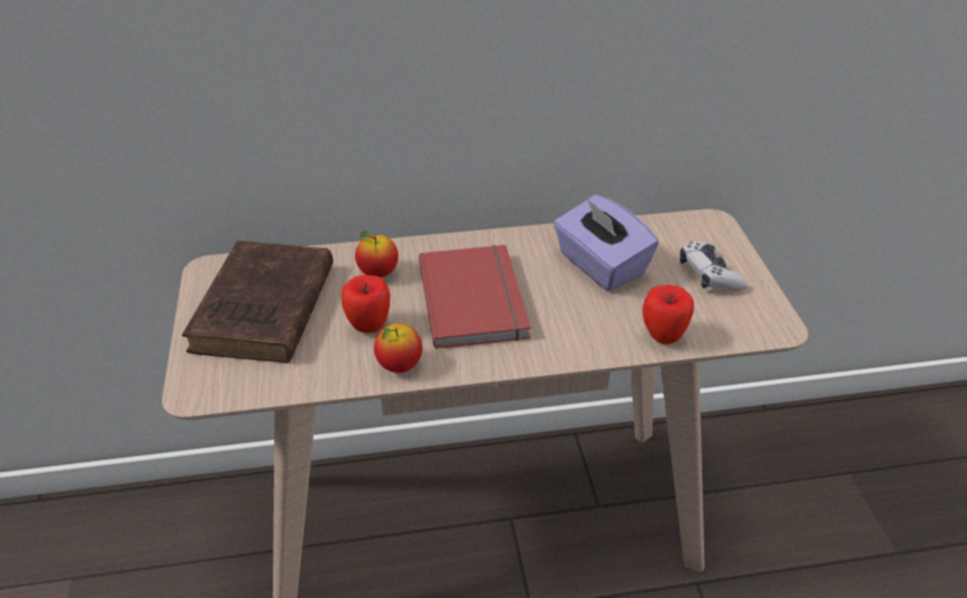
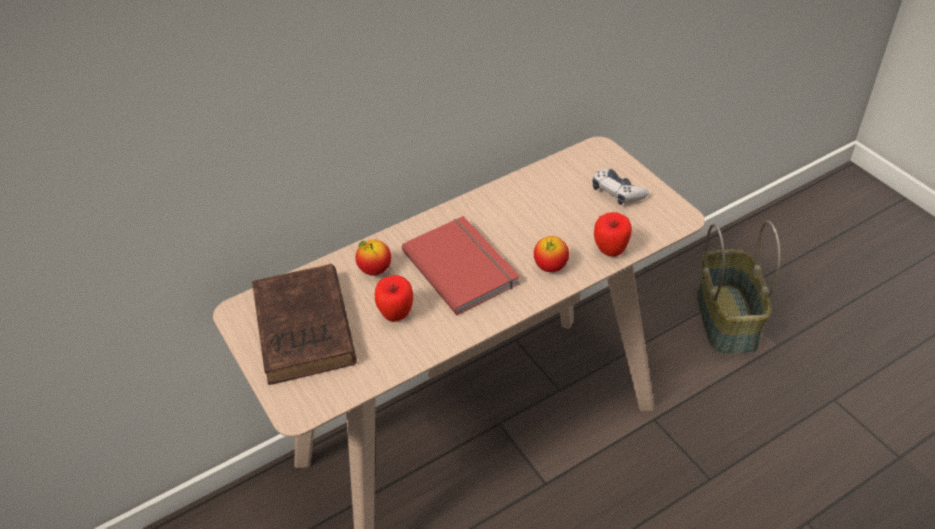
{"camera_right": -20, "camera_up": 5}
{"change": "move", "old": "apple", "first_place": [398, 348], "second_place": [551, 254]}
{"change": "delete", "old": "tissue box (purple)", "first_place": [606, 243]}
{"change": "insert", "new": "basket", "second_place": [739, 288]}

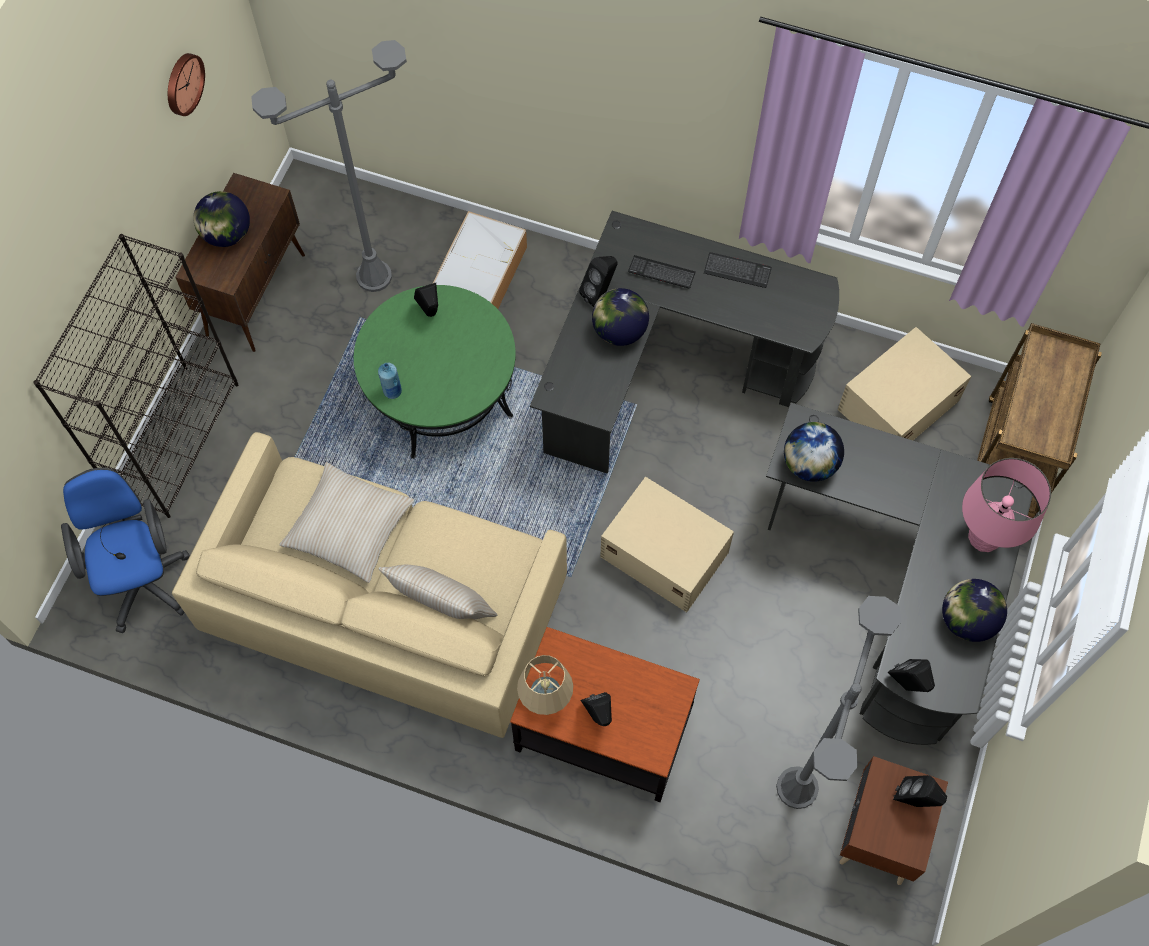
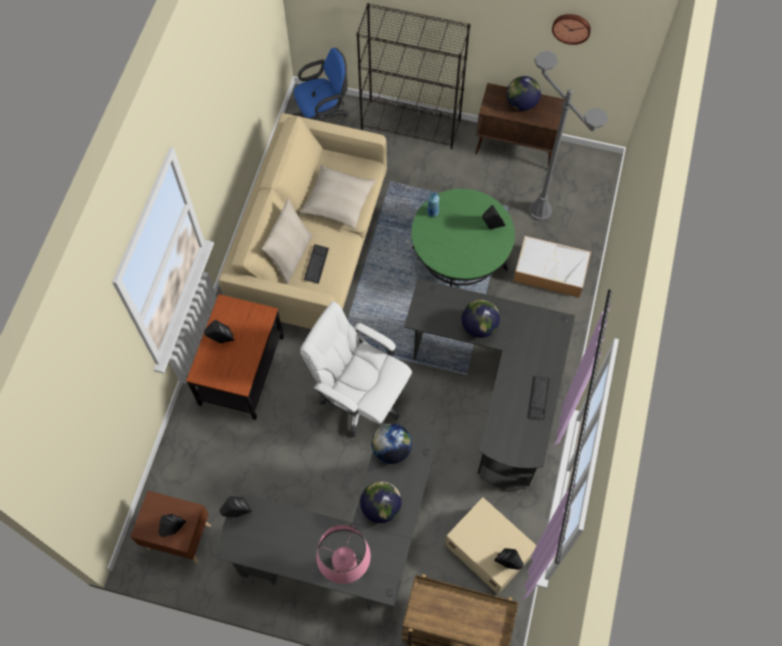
{"camera_right": 85, "camera_up": 0}
{"change": "delete", "old": "table lamp (beige)", "first_place": [545, 685]}
{"change": "move", "old": "speaker (black)", "first_place": [598, 281], "second_place": [509, 559]}
{"change": "replace", "old": "storage box (beige)", "new": "office chair (white)", "first_place": [667, 544], "second_place": [356, 369]}
{"change": "move", "old": "keyboard", "first_place": [662, 271], "second_place": [316, 264]}
{"change": "delete", "old": "floor lamp (grey)", "first_place": [838, 702]}
{"change": "move", "old": "globe", "first_place": [974, 610], "second_place": [381, 502]}

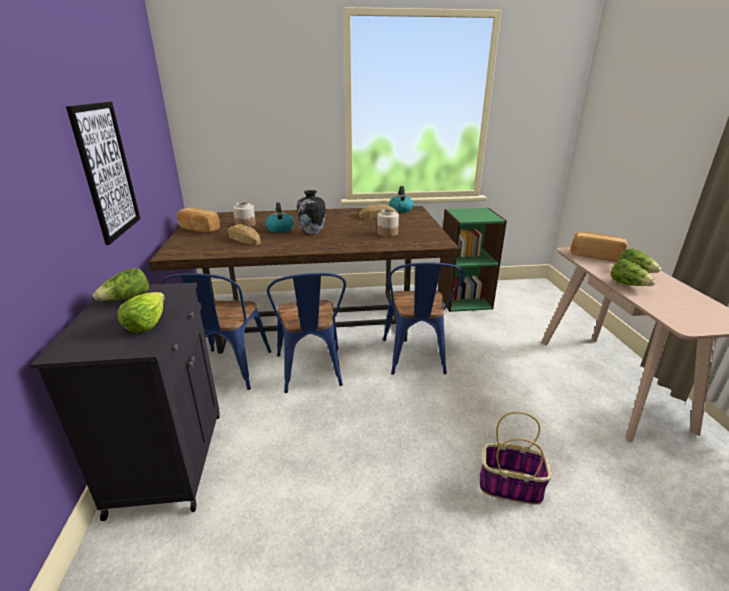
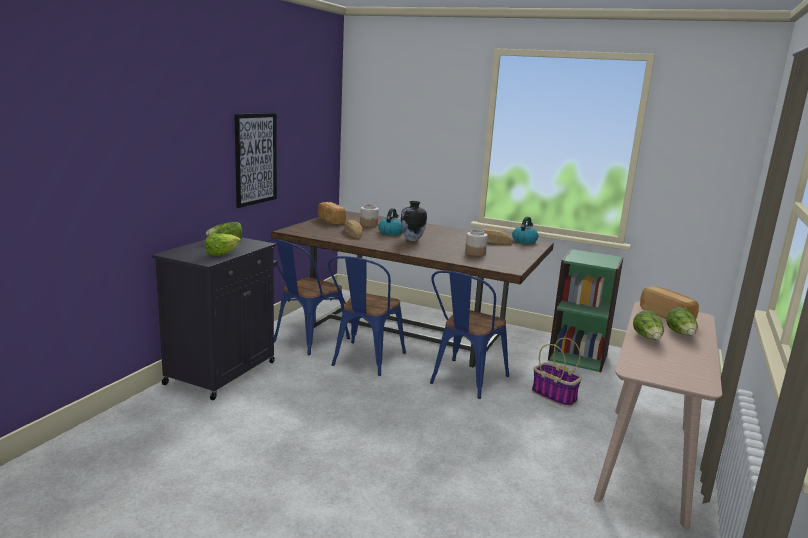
{"camera_right": 30, "camera_up": -10}
{"change": "move", "old": "basket", "first_place": [516, 458], "second_place": [557, 372]}

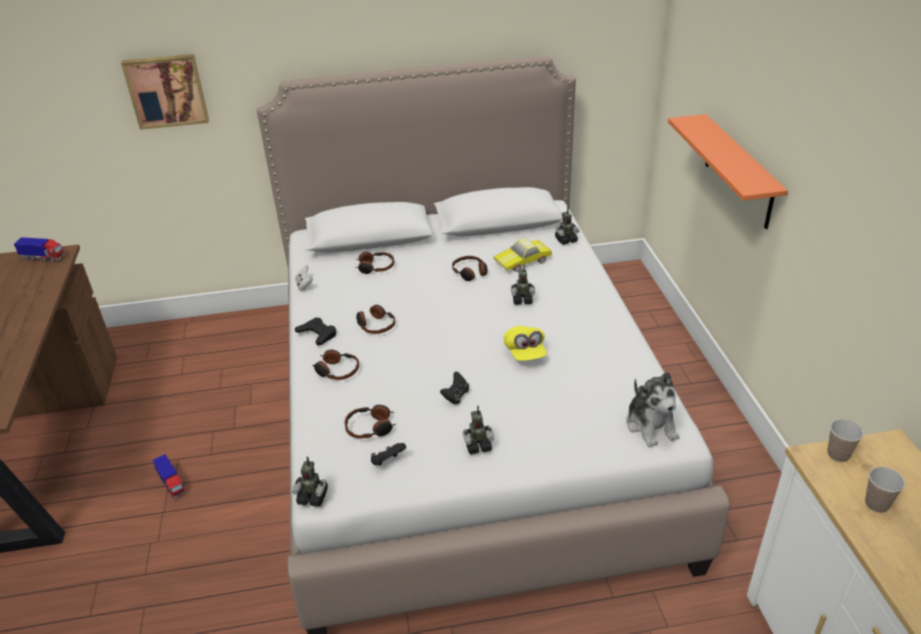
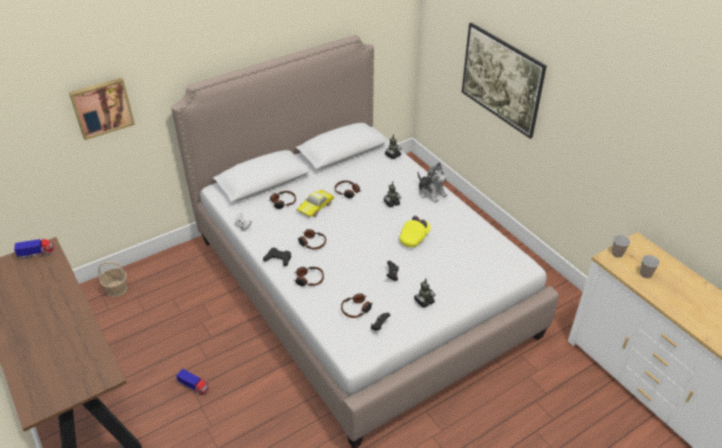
{"camera_right": -25, "camera_up": 5}
{"change": "delete", "old": "toy robot", "first_place": [310, 481]}
{"change": "move", "old": "toy car", "first_place": [522, 255], "second_place": [315, 203]}
{"change": "rotate", "old": "cap (yellow)", "first_place": [525, 343], "second_place": [415, 231], "degrees": -105}
{"change": "move", "old": "plush toy", "first_place": [652, 409], "second_place": [433, 182]}
{"change": "replace", "old": "shelf (orange)", "new": "picture", "first_place": [728, 171], "second_place": [504, 81]}
{"change": "insert", "new": "basket", "second_place": [113, 279]}

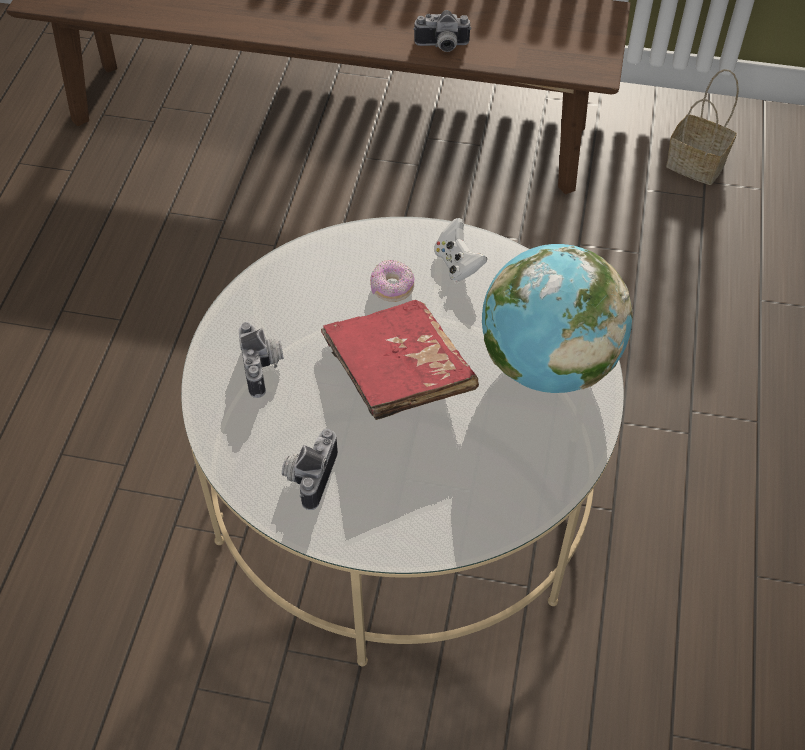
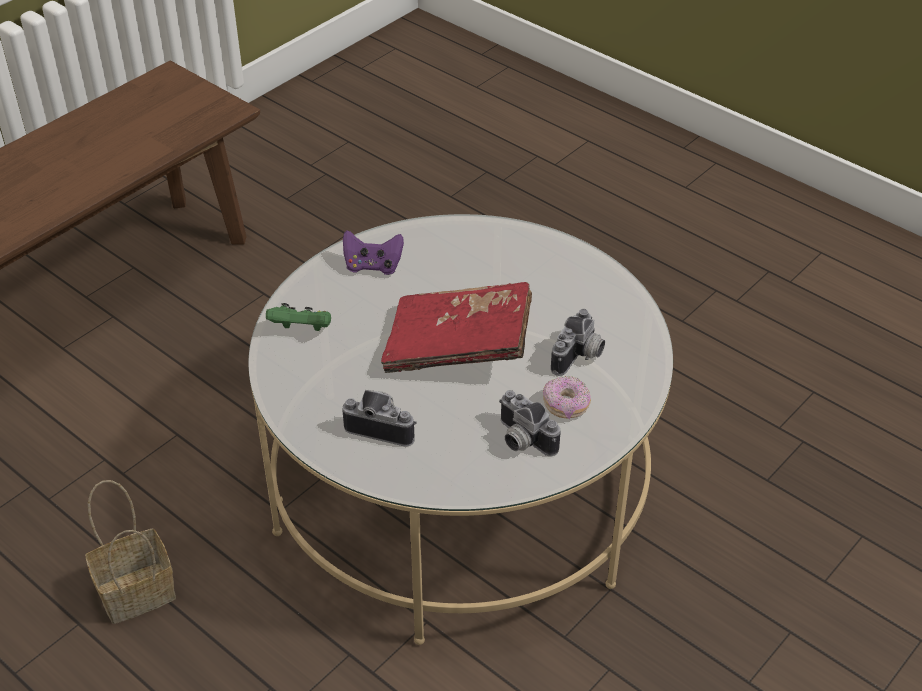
{"camera_right": -60, "camera_up": -10}
{"change": "move", "old": "donut", "first_place": [392, 281], "second_place": [567, 397]}
{"change": "move", "old": "photo camera", "first_place": [443, 31], "second_place": [578, 342]}
{"change": "recolor", "old": "game controller (white)", "new": "game controller (purple)", "first_place": [460, 250], "second_place": [373, 252]}
{"change": "delete", "old": "globe", "first_place": [557, 318]}
{"change": "move", "old": "basket", "first_place": [702, 127], "second_place": [130, 552]}
{"change": "insert", "new": "game controller (green)", "second_place": [298, 317]}

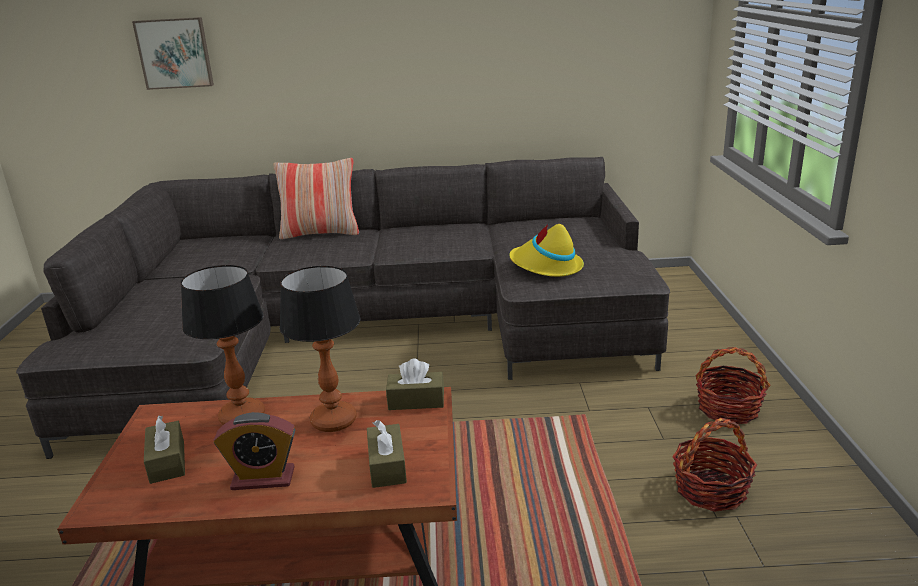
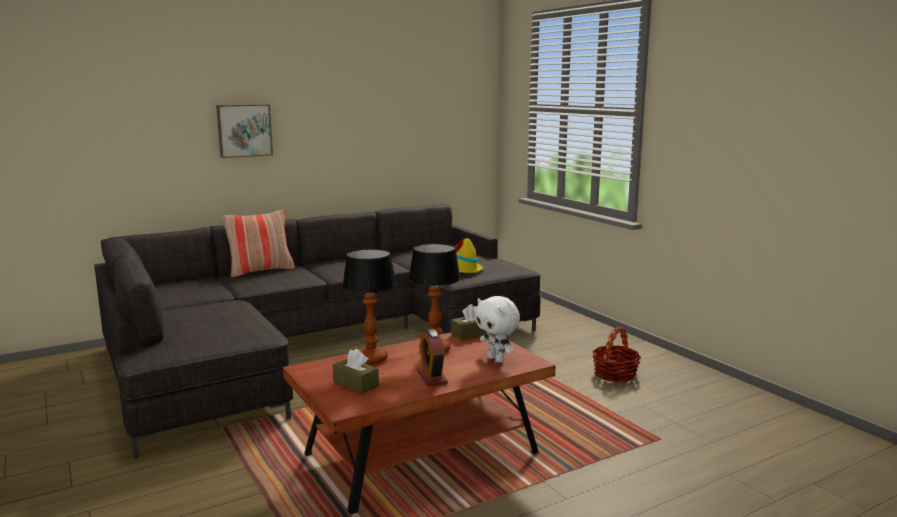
{"camera_right": -30, "camera_up": -10}
{"change": "move", "old": "picture", "first_place": [173, 53], "second_place": [244, 131]}
{"change": "rotate", "old": "alarm clock", "first_place": [254, 451], "second_place": [432, 357], "degrees": 105}
{"change": "replace", "old": "tissue box (brown)", "new": "plush toy (white)", "first_place": [387, 454], "second_place": [497, 329]}
{"change": "delete", "old": "basket", "first_place": [732, 385]}

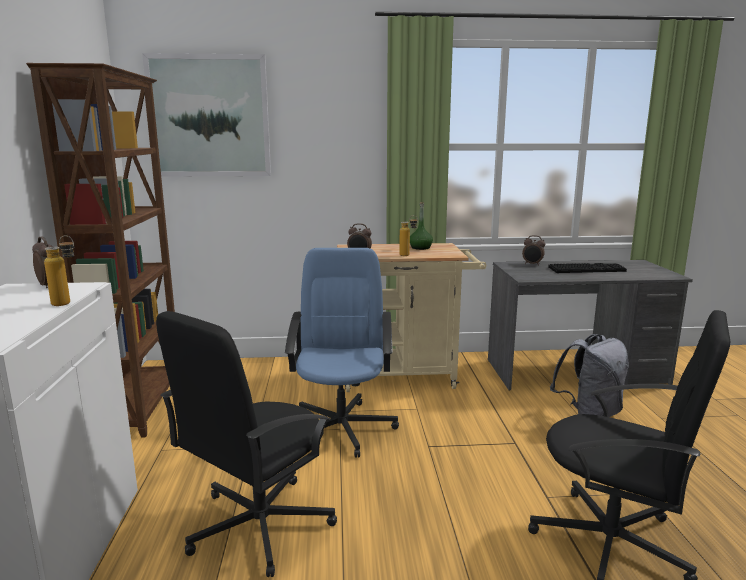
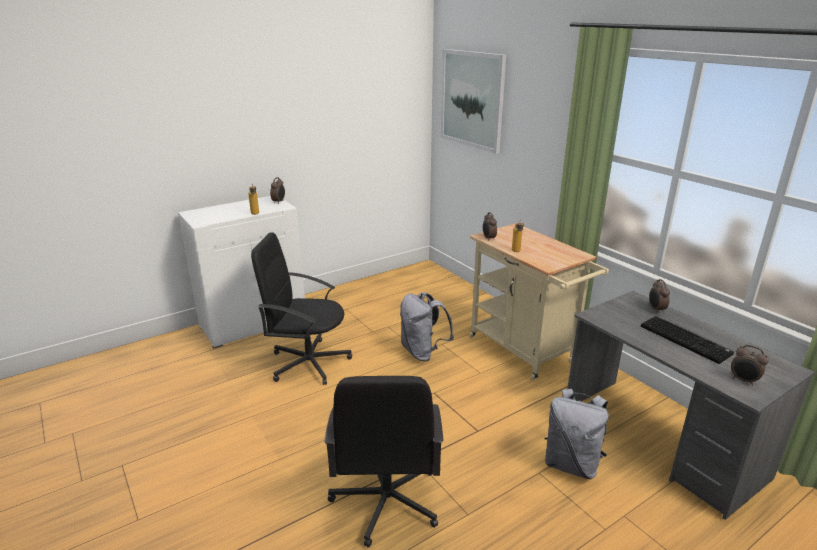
{"camera_right": 60, "camera_up": 10}
{"change": "delete", "old": "bookcase (brown)", "first_place": [100, 250]}
{"change": "replace", "old": "office chair (blue)", "new": "backpack (grey)", "first_place": [342, 353], "second_place": [427, 326]}
{"change": "delete", "old": "bottle (green)", "first_place": [421, 226]}
{"change": "insert", "new": "alarm clock", "second_place": [750, 365]}

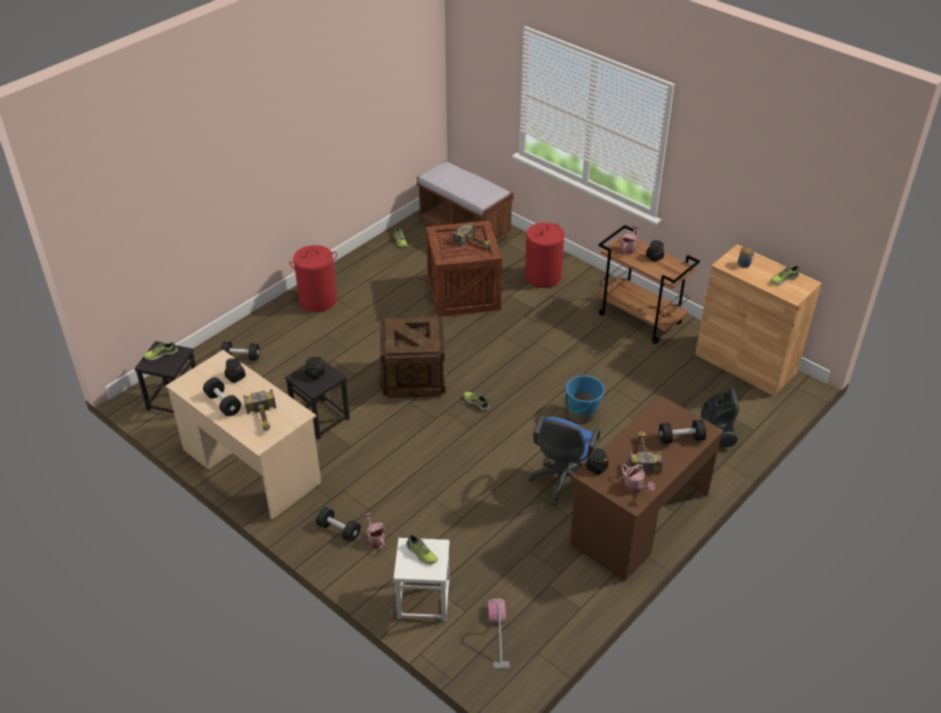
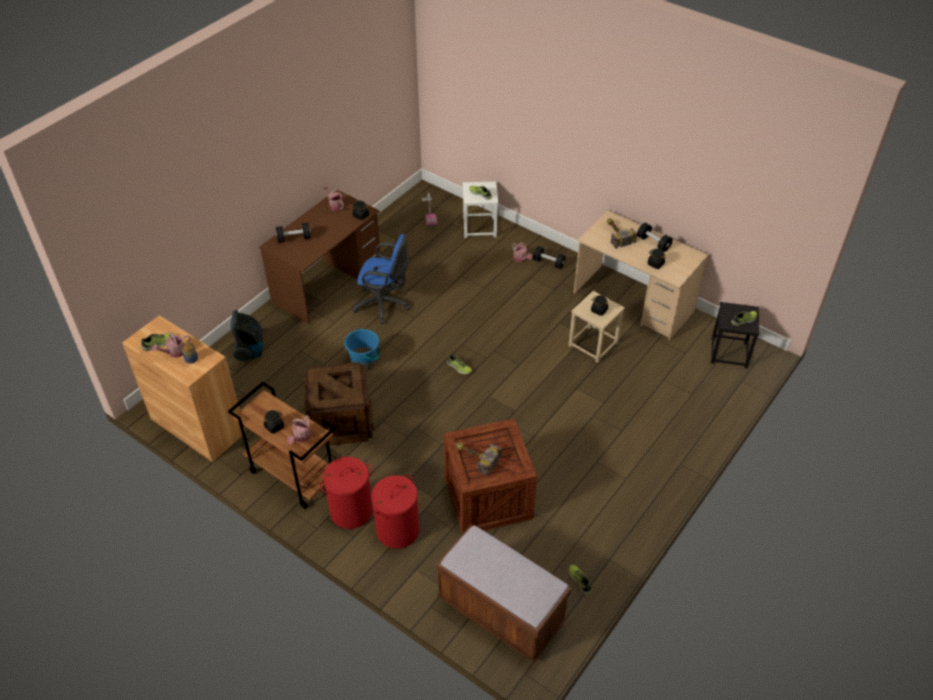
{"camera_right": 175, "camera_up": 5}
{"change": "delete", "old": "dumbbell (black)", "first_place": [240, 351]}
{"change": "recolor", "old": "stool (black)", "new": "stool (beige)", "first_place": [317, 398], "second_place": [597, 327]}
{"change": "move", "old": "laundry basket (red)", "first_place": [313, 278], "second_place": [346, 493]}
{"change": "move", "old": "crate", "first_place": [413, 356], "second_place": [339, 404]}
{"change": "rotate", "old": "office chair (blue)", "first_place": [564, 460], "second_place": [381, 279], "degrees": 90}
{"change": "delete", "old": "hammer", "first_place": [645, 452]}
{"change": "insert", "new": "watering can", "second_place": [171, 345]}

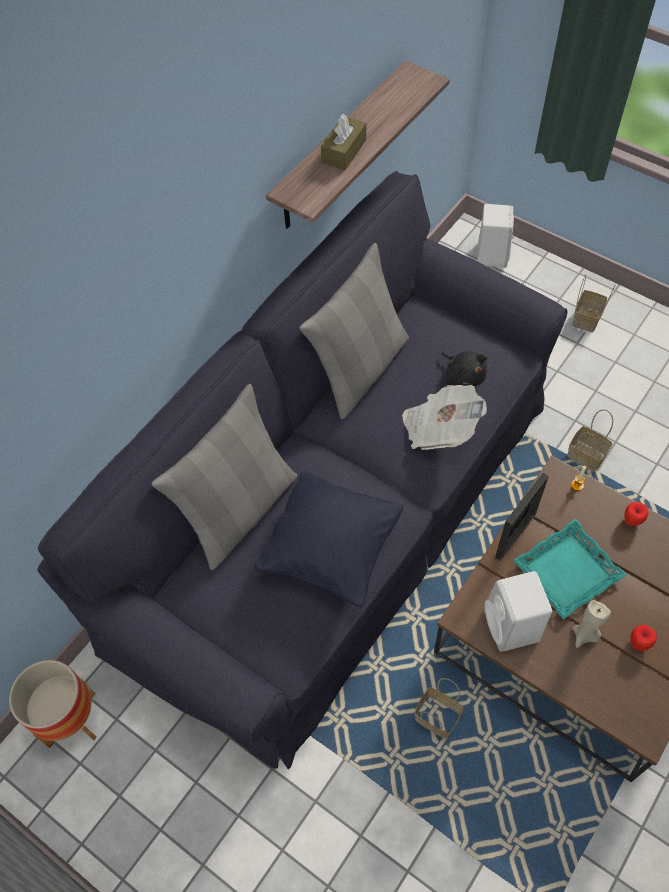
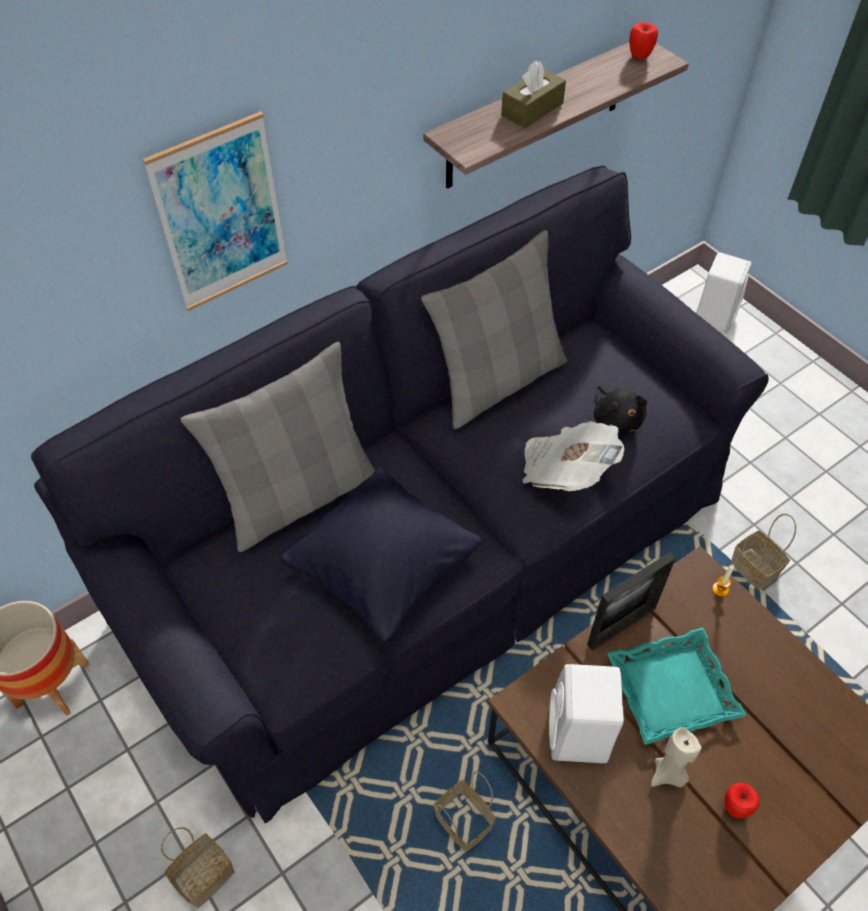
{"camera_right": 15, "camera_up": -5}
{"change": "move", "old": "basket", "first_place": [594, 303], "second_place": [198, 867]}
{"change": "move", "old": "apple", "first_place": [636, 514], "second_place": [643, 40]}
{"change": "insert", "new": "picture", "second_place": [215, 211]}

